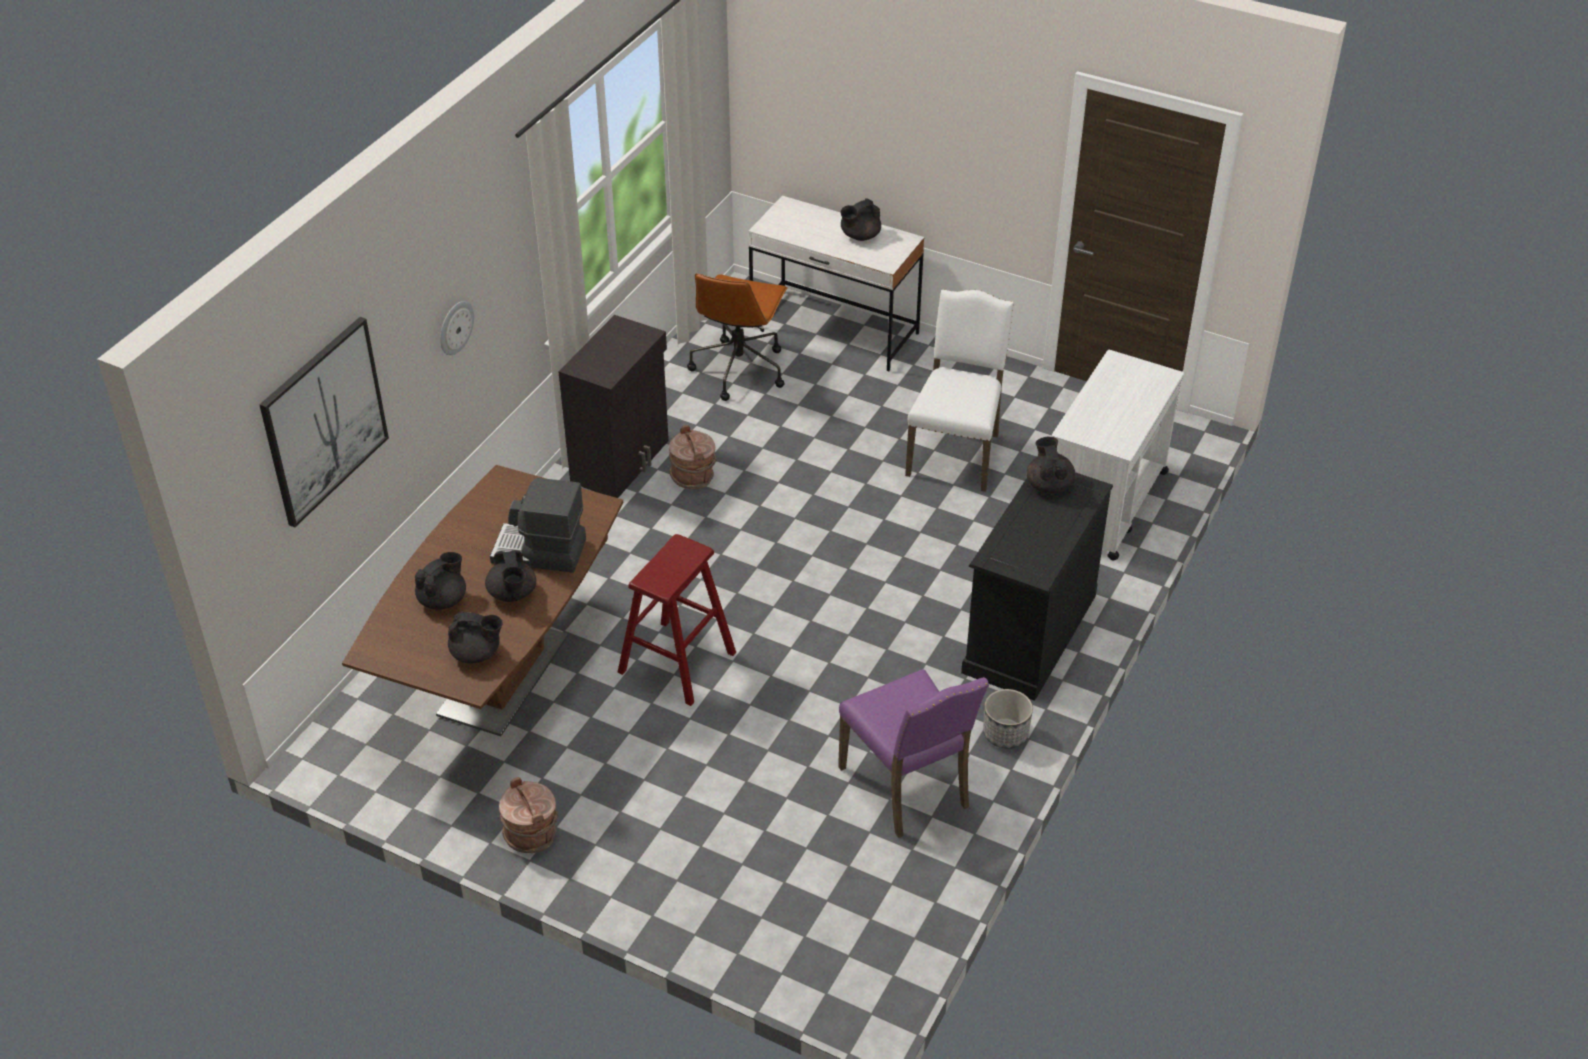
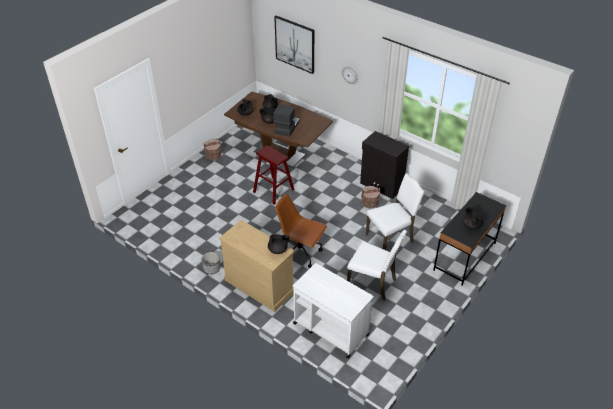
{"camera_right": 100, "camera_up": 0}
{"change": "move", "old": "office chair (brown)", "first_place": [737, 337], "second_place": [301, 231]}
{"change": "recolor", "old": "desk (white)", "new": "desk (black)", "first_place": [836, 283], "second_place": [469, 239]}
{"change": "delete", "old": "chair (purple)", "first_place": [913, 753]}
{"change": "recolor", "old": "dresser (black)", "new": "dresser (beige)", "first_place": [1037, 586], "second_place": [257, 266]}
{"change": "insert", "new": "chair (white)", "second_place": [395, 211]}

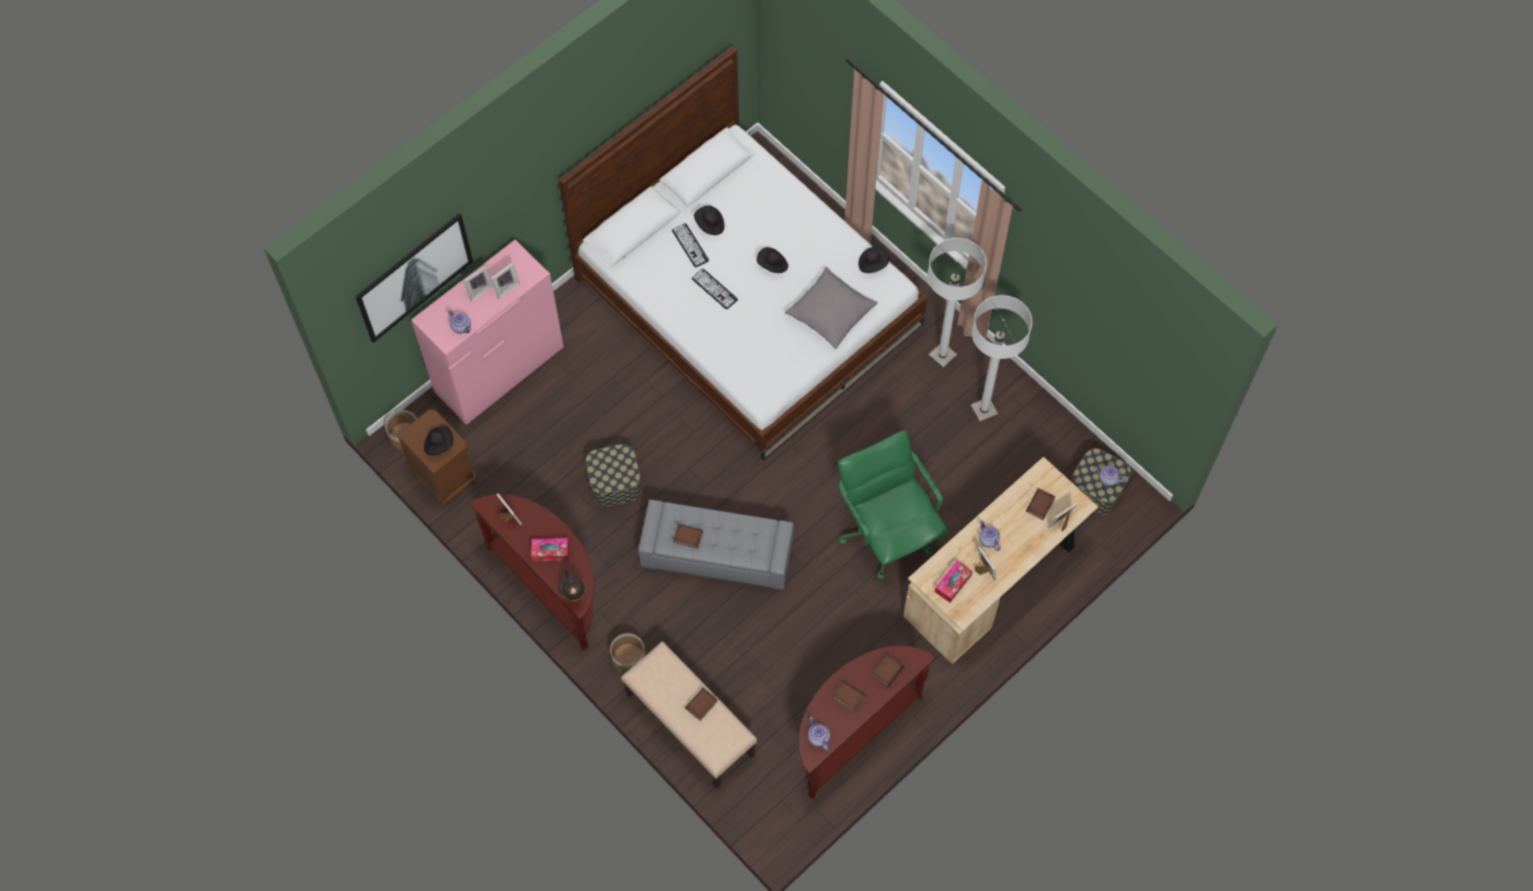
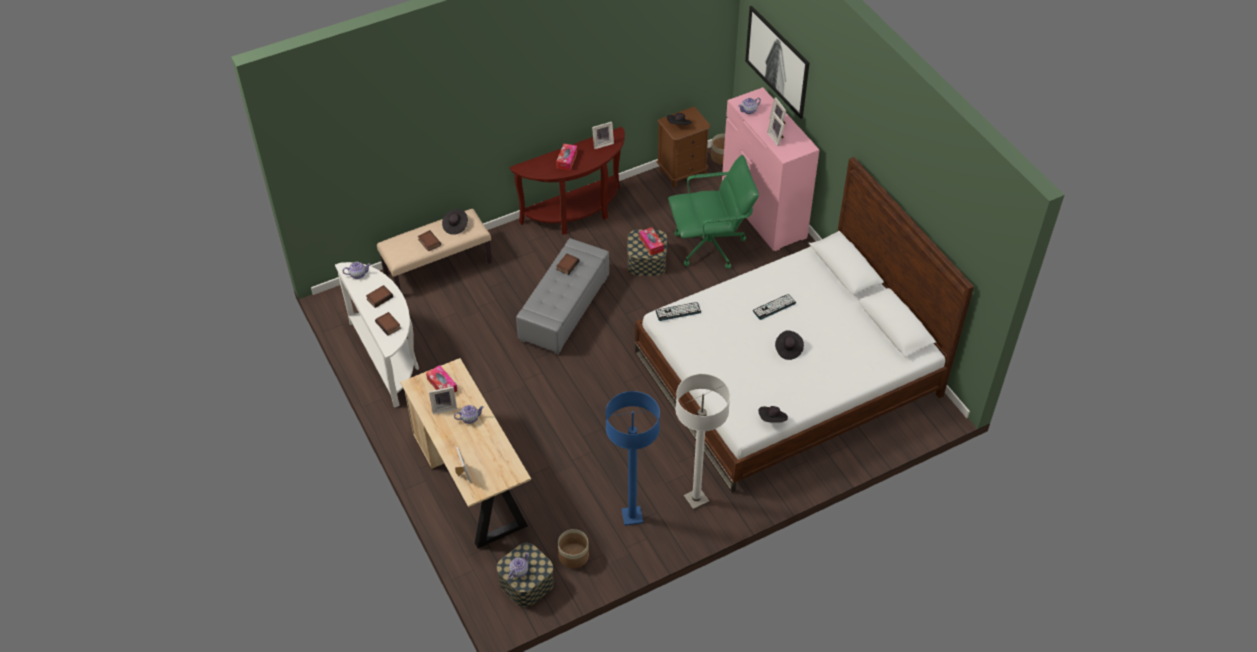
{"camera_right": 105, "camera_up": -15}
{"change": "delete", "old": "table lamp", "first_place": [572, 583]}
{"change": "move", "old": "planter", "first_place": [628, 653], "second_place": [573, 548]}
{"change": "move", "old": "keyboard", "first_place": [690, 245], "second_place": [678, 311]}
{"change": "move", "old": "hat (black)", "first_place": [709, 220], "second_place": [455, 222]}
{"change": "delete", "old": "pillow (grey)", "first_place": [831, 308]}
{"change": "recolor", "old": "console table (brown)", "new": "console table (white)", "first_place": [866, 722], "second_place": [377, 335]}
{"change": "move", "old": "office chair (green)", "first_place": [893, 504], "second_place": [713, 212]}
{"change": "recolor", "old": "floor lamp (white)", "new": "floor lamp (blue)", "first_place": [1001, 358], "second_place": [633, 458]}
{"change": "delete", "old": "book", "first_place": [1040, 504]}
{"change": "insert", "new": "tissue box", "second_place": [651, 241]}

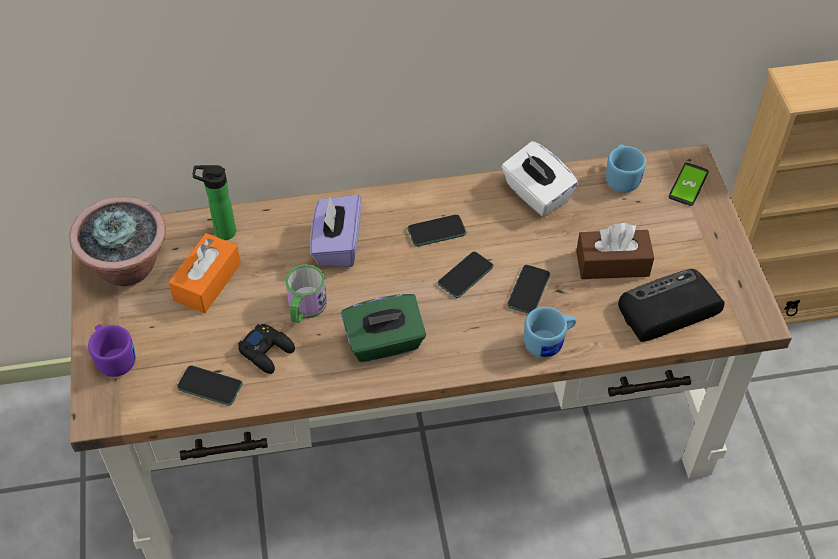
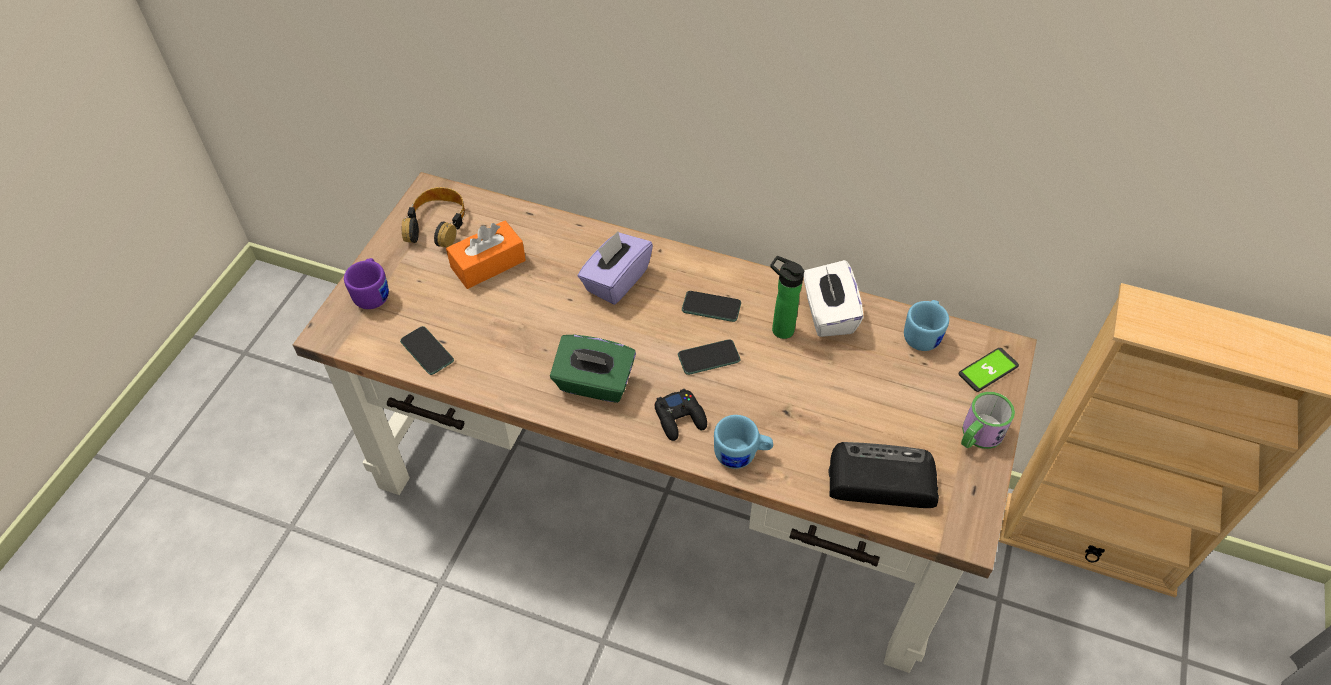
{"camera_right": 30, "camera_up": 0}
{"change": "replace", "old": "potted plant", "new": "headphones", "first_place": [117, 241], "second_place": [433, 217]}
{"change": "move", "old": "bottle", "first_place": [214, 202], "second_place": [787, 297]}
{"change": "move", "old": "game controller (black)", "first_place": [266, 349], "second_place": [681, 415]}
{"change": "move", "old": "mug", "first_place": [306, 293], "second_place": [988, 420]}
{"change": "delete", "old": "phone", "first_place": [528, 289]}
{"change": "delete", "old": "tissue box (brown)", "first_place": [615, 251]}

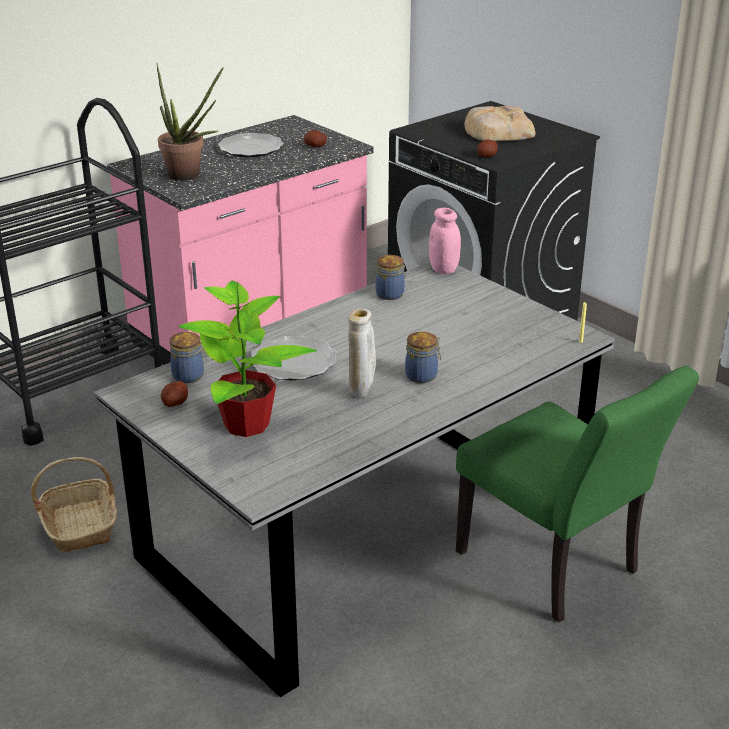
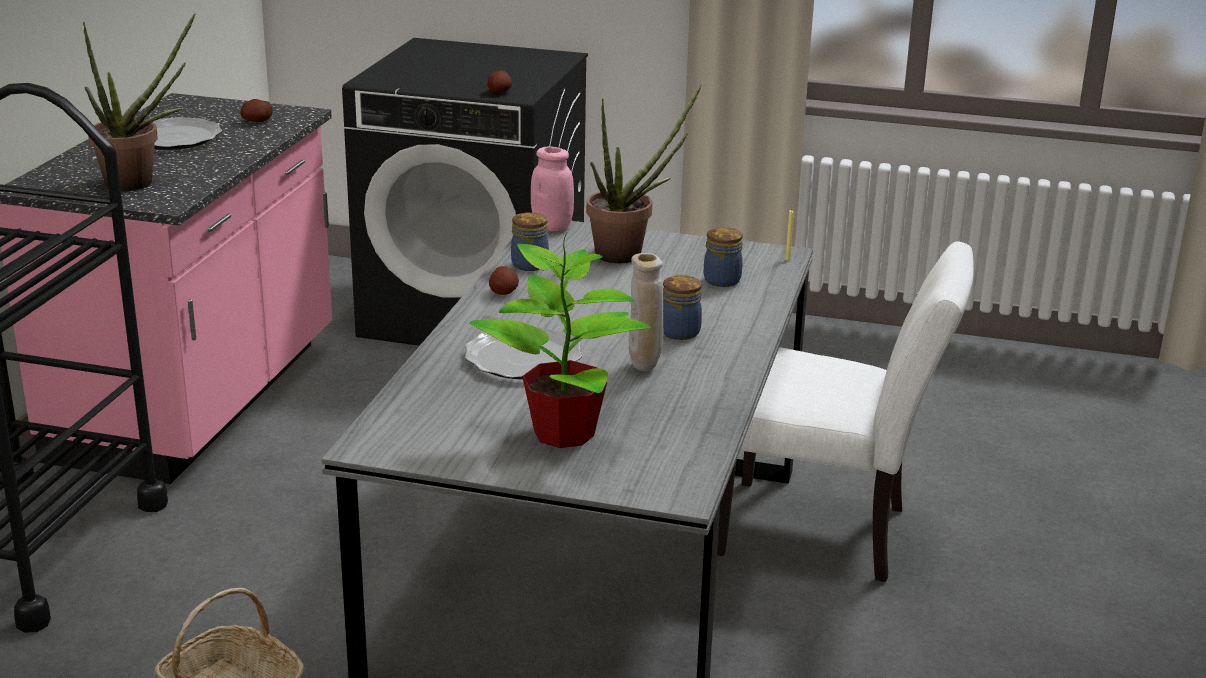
{"camera_right": -35, "camera_up": -5}
{"change": "move", "old": "potato", "first_place": [174, 394], "second_place": [504, 280]}
{"change": "move", "old": "jar", "first_place": [188, 357], "second_place": [723, 257]}
{"change": "recolor", "old": "chair (green)", "new": "chair (white)", "first_place": [577, 494], "second_place": [845, 411]}
{"change": "delete", "old": "bread", "first_place": [500, 123]}
{"change": "insert", "new": "potted plant", "second_place": [643, 173]}

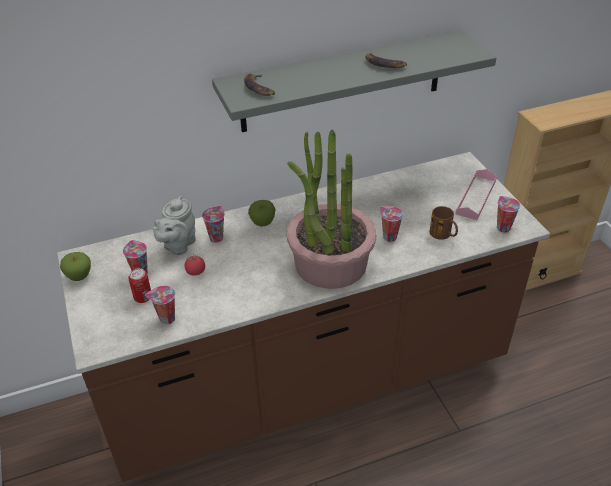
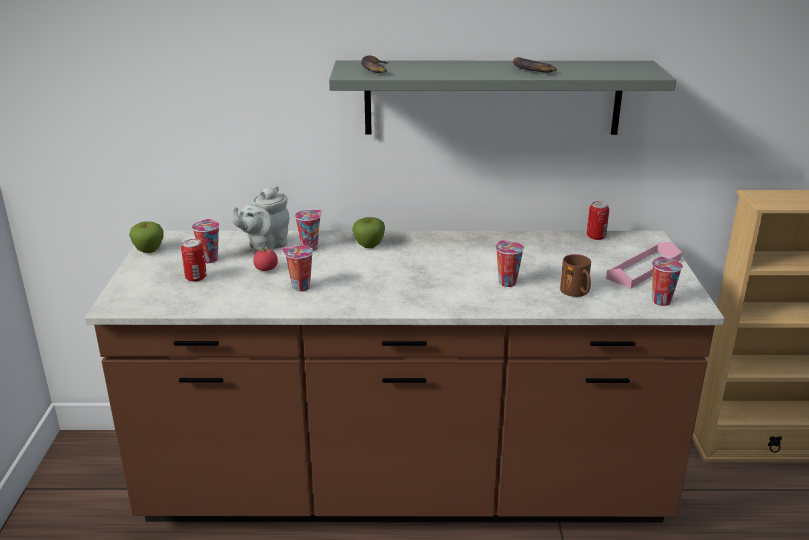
{"camera_right": 20, "camera_up": -15}
{"change": "move", "old": "cup", "first_place": [160, 305], "second_place": [297, 268]}
{"change": "delete", "old": "potted plant", "first_place": [332, 209]}
{"change": "insert", "new": "can", "second_place": [598, 220]}

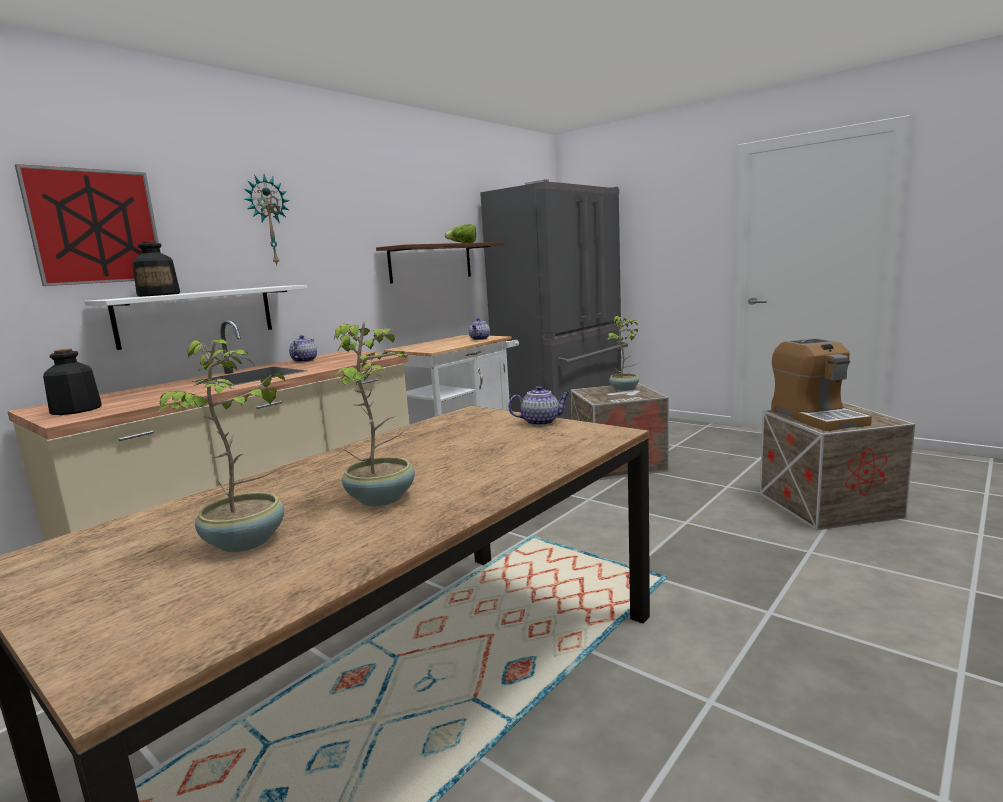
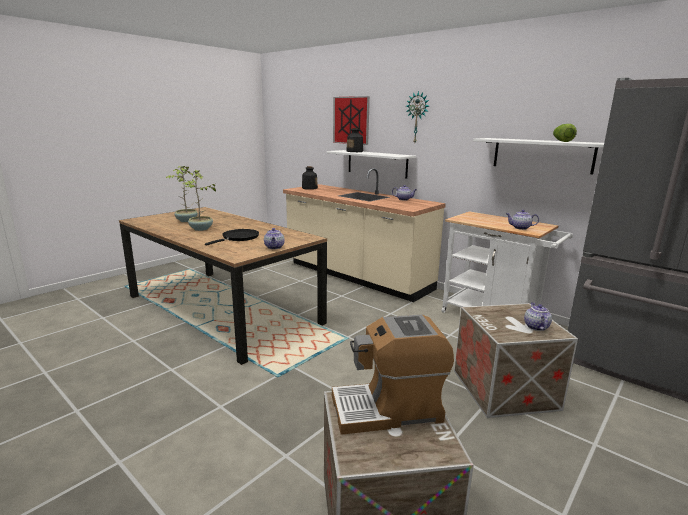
{"camera_right": 90, "camera_up": 5}
{"change": "recolor", "old": "shelf (brown)", "new": "shelf (white)", "first_place": [440, 262], "second_place": [538, 156]}
{"change": "replace", "old": "potted plant", "new": "teapot", "first_place": [624, 353], "second_place": [538, 316]}
{"change": "insert", "new": "frying pan (black)", "second_place": [232, 237]}

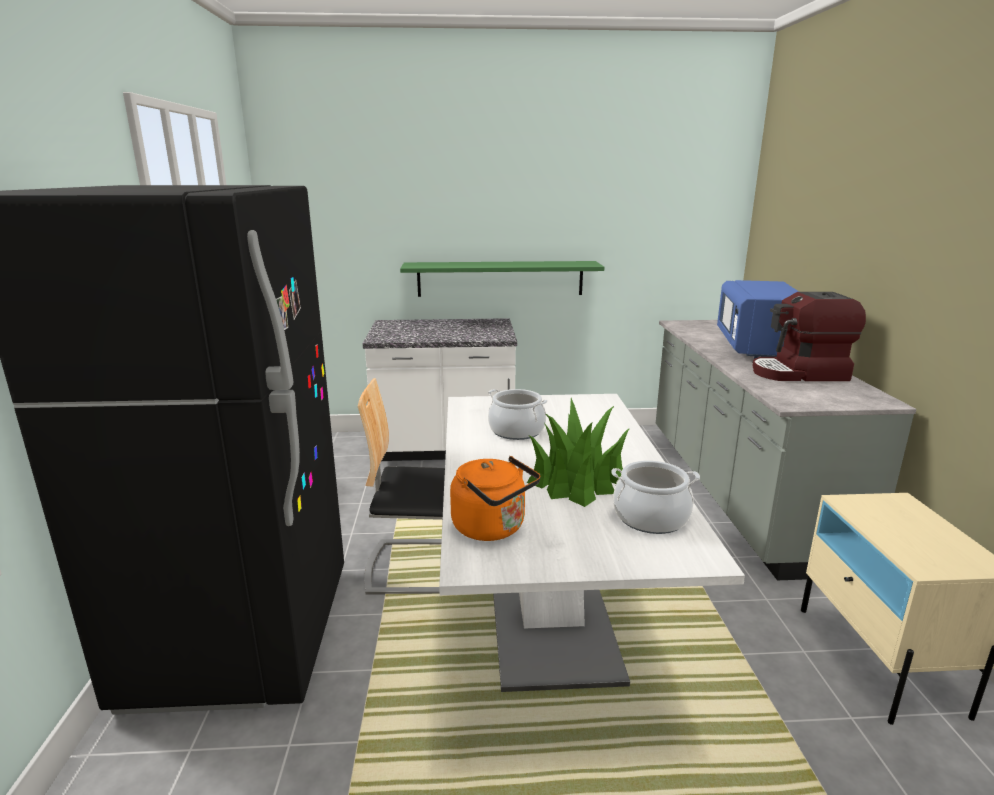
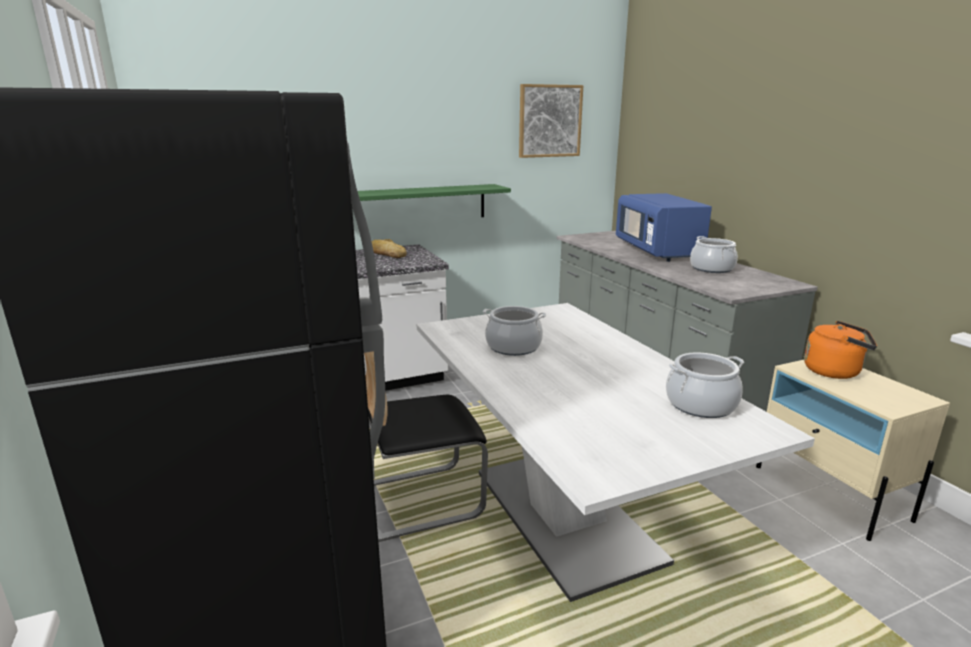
{"camera_right": -20, "camera_up": 0}
{"change": "move", "old": "kettle (orange)", "first_place": [495, 498], "second_place": [840, 350]}
{"change": "delete", "old": "potted plant", "first_place": [578, 452]}
{"change": "replace", "old": "coffee machine", "new": "cooking pot", "first_place": [809, 336], "second_place": [714, 254]}
{"change": "insert", "new": "bread", "second_place": [389, 248]}
{"change": "insert", "new": "picture", "second_place": [551, 121]}

